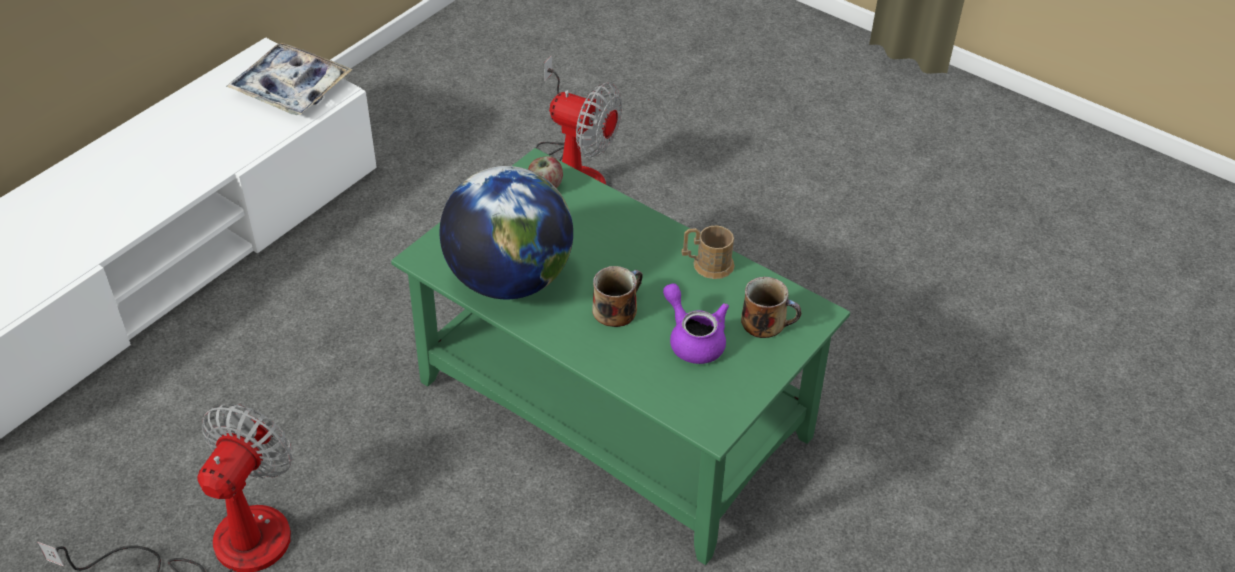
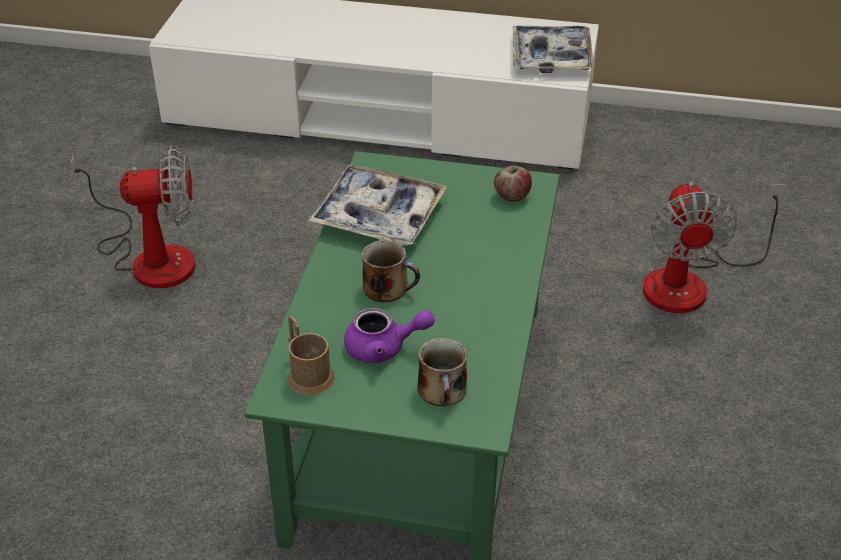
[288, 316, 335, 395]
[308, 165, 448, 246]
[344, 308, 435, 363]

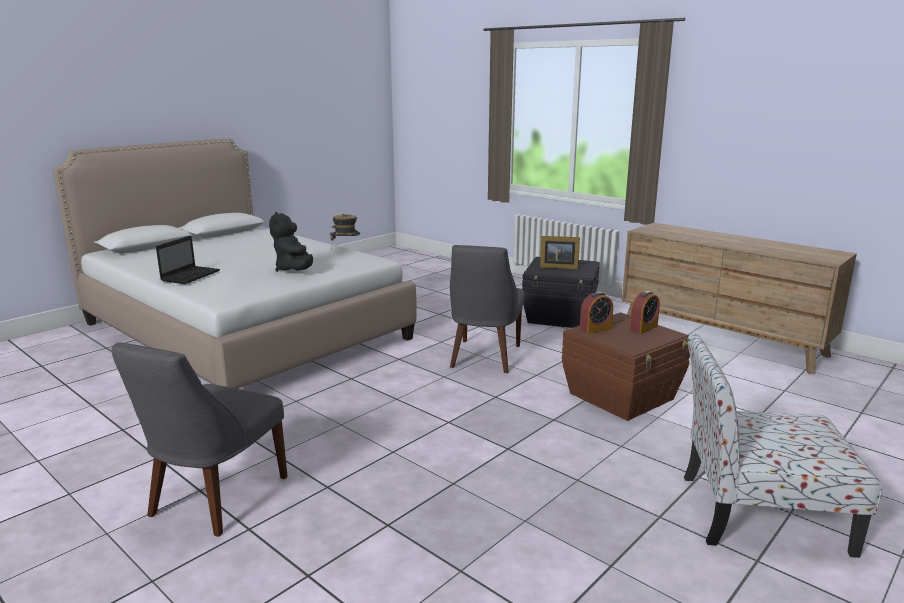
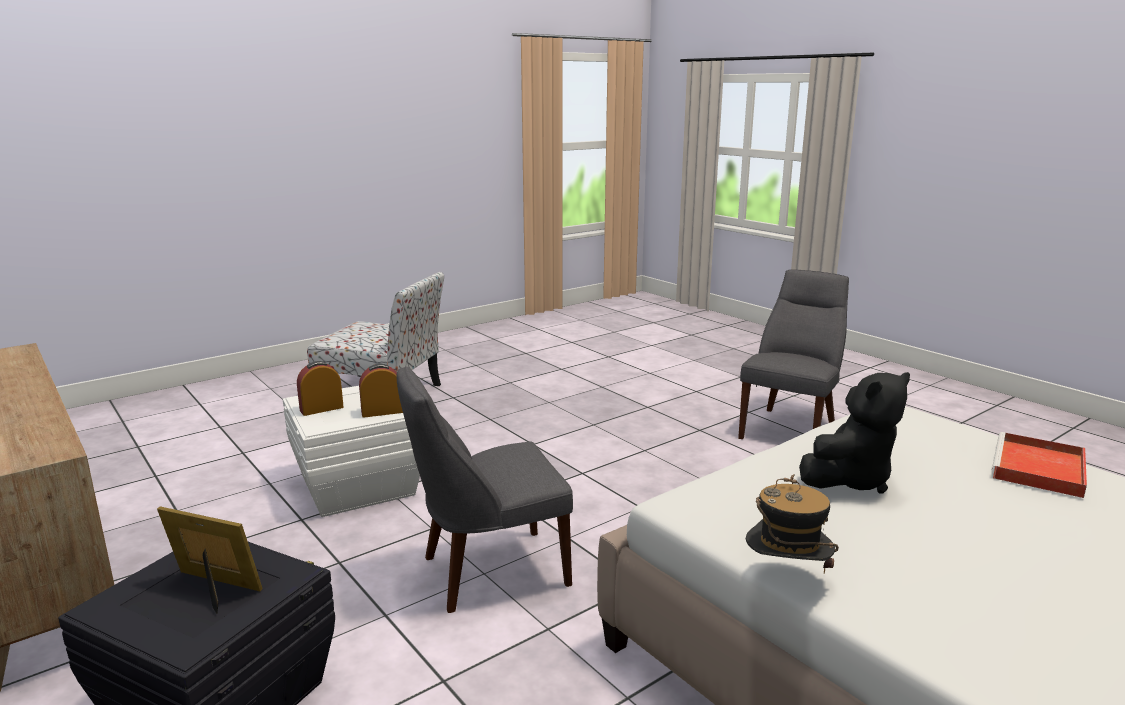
[992, 432, 1087, 498]
[283, 386, 420, 517]
[799, 372, 910, 494]
[397, 366, 573, 613]

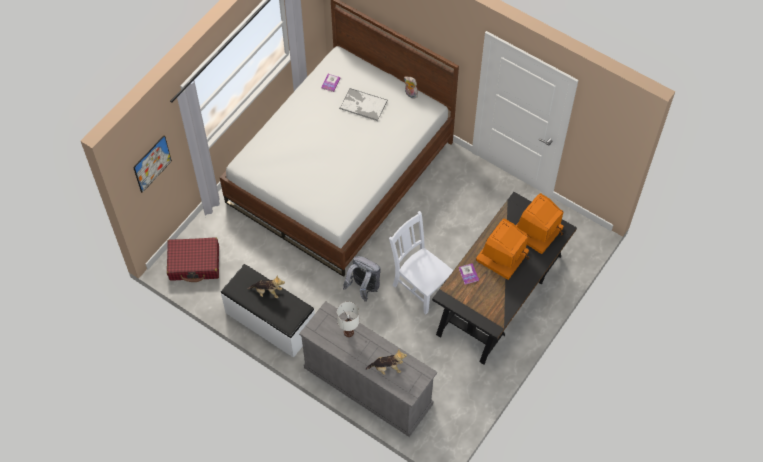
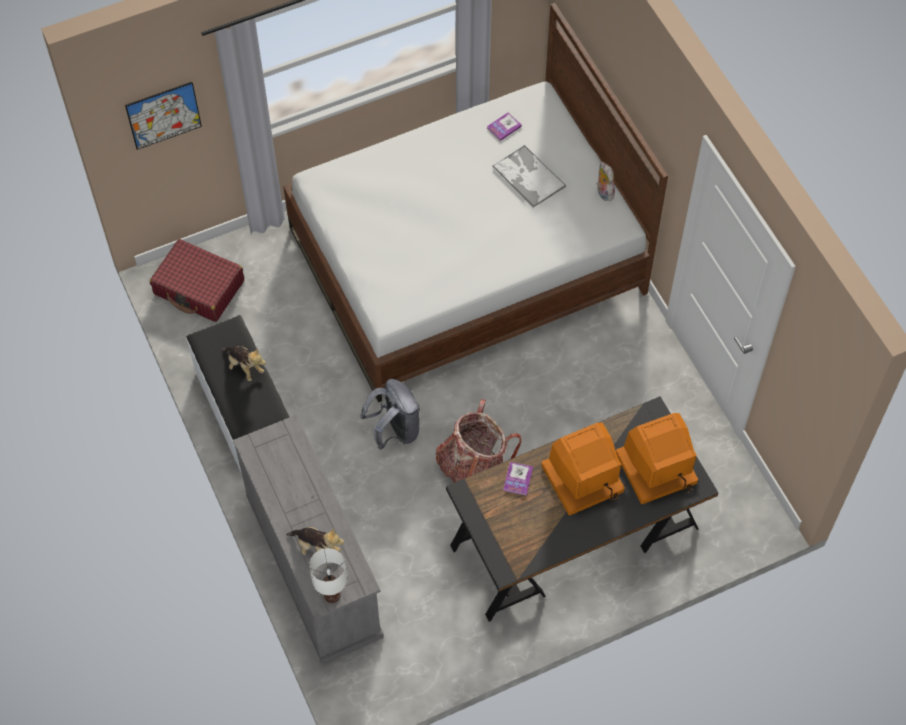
[309, 548, 347, 603]
[435, 399, 522, 483]

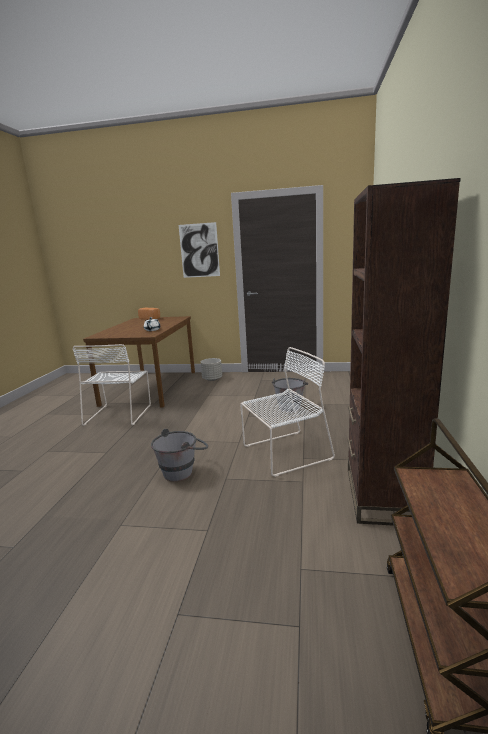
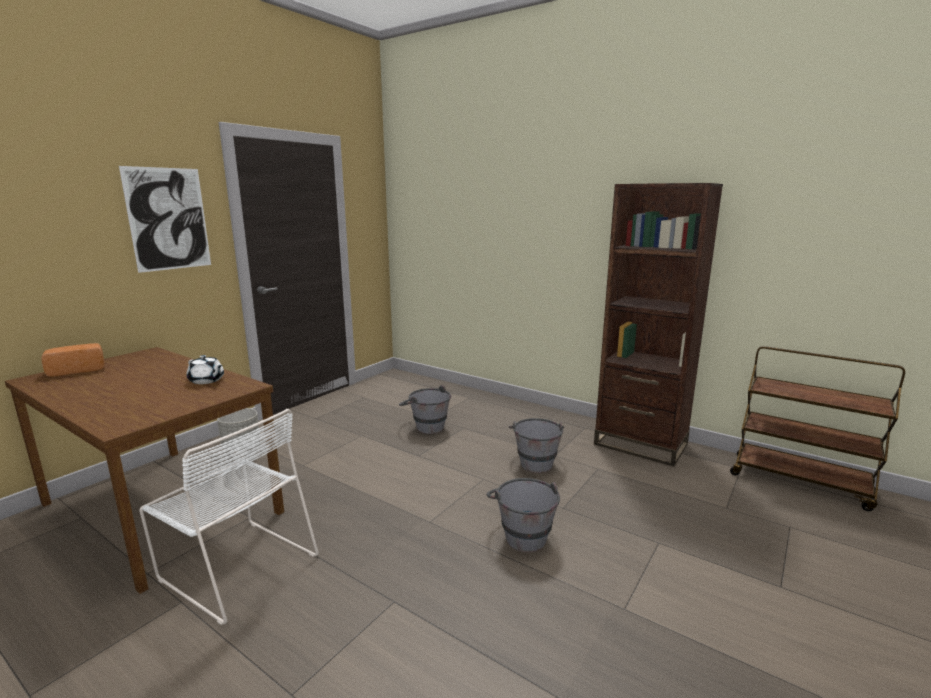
[509, 418, 564, 473]

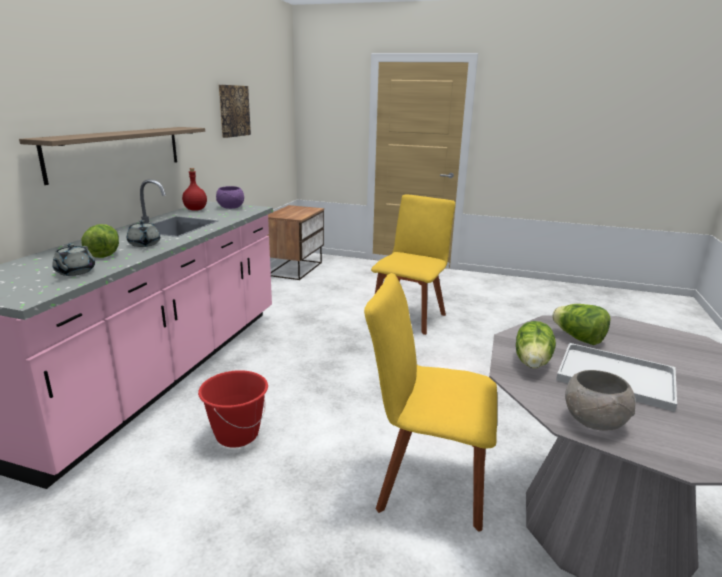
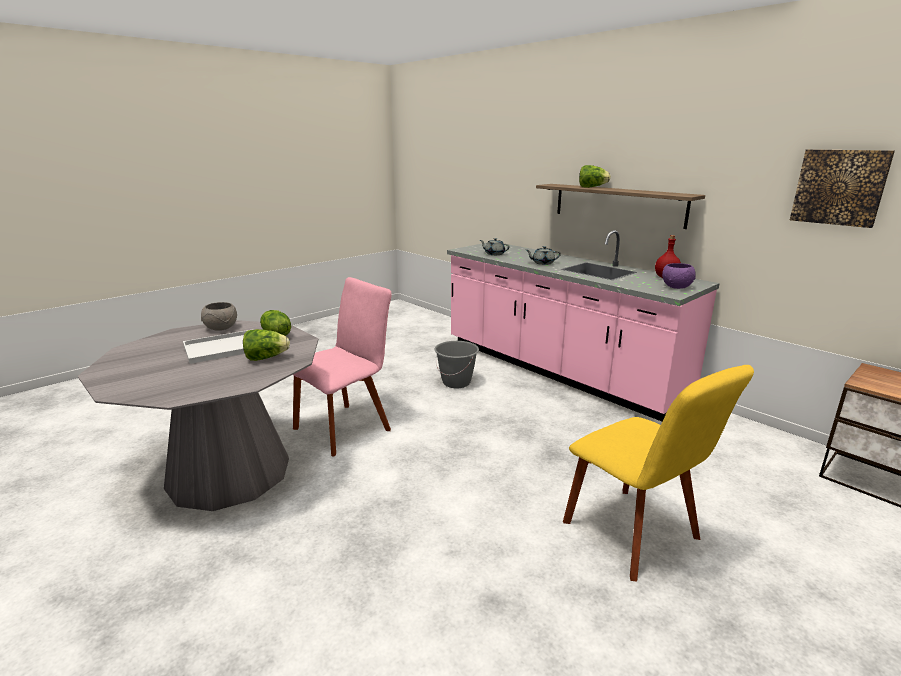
[579, 165, 611, 188]
[434, 341, 479, 388]
[293, 277, 392, 456]

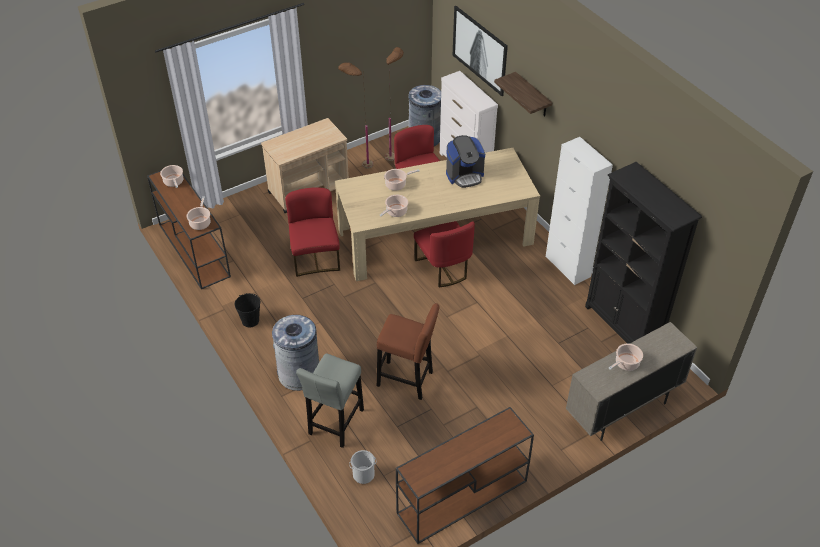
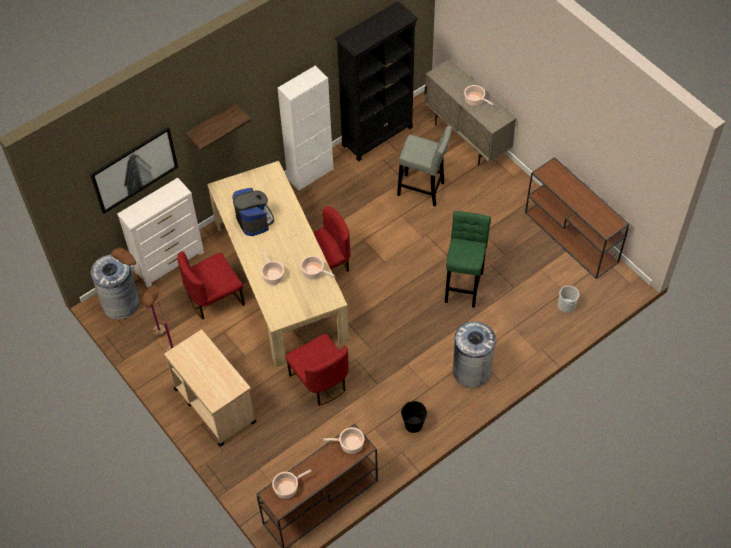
[397, 126, 452, 207]
[445, 211, 491, 308]
[285, 334, 349, 406]

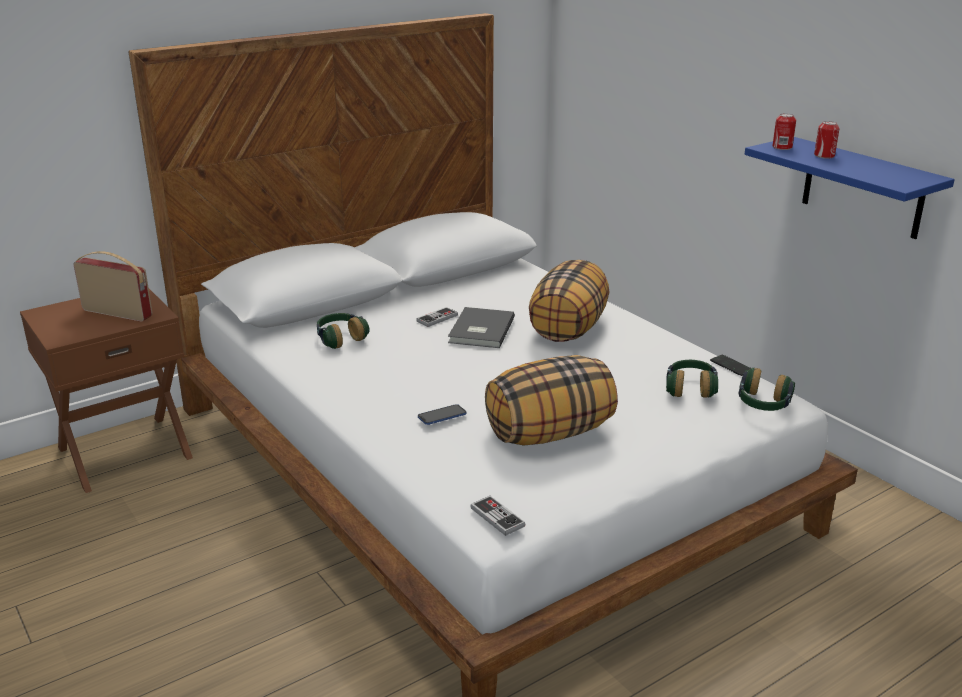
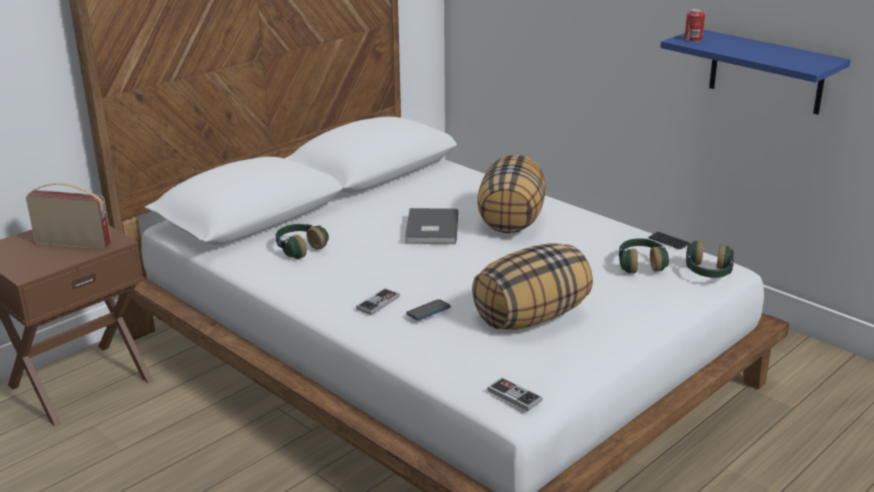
[814, 121, 839, 159] (first image)
[356, 288, 400, 315]

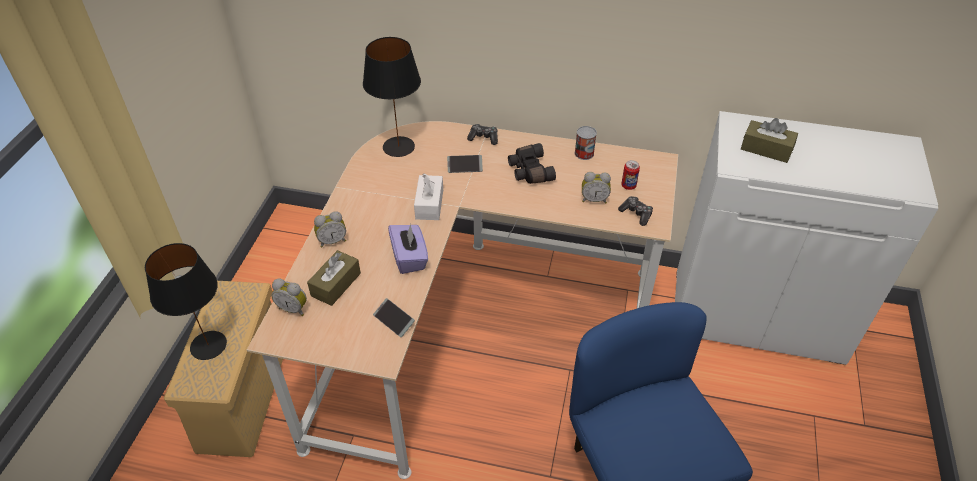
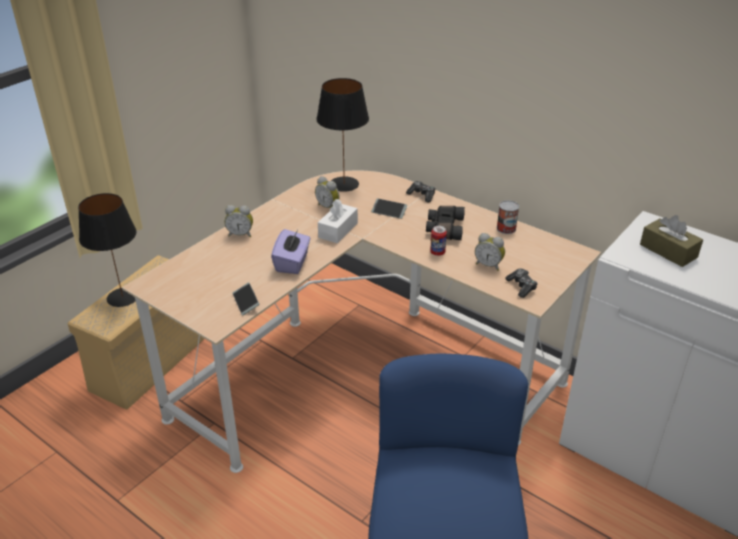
[307, 250, 361, 306] (first image)
[315, 176, 340, 209]
[430, 226, 447, 256]

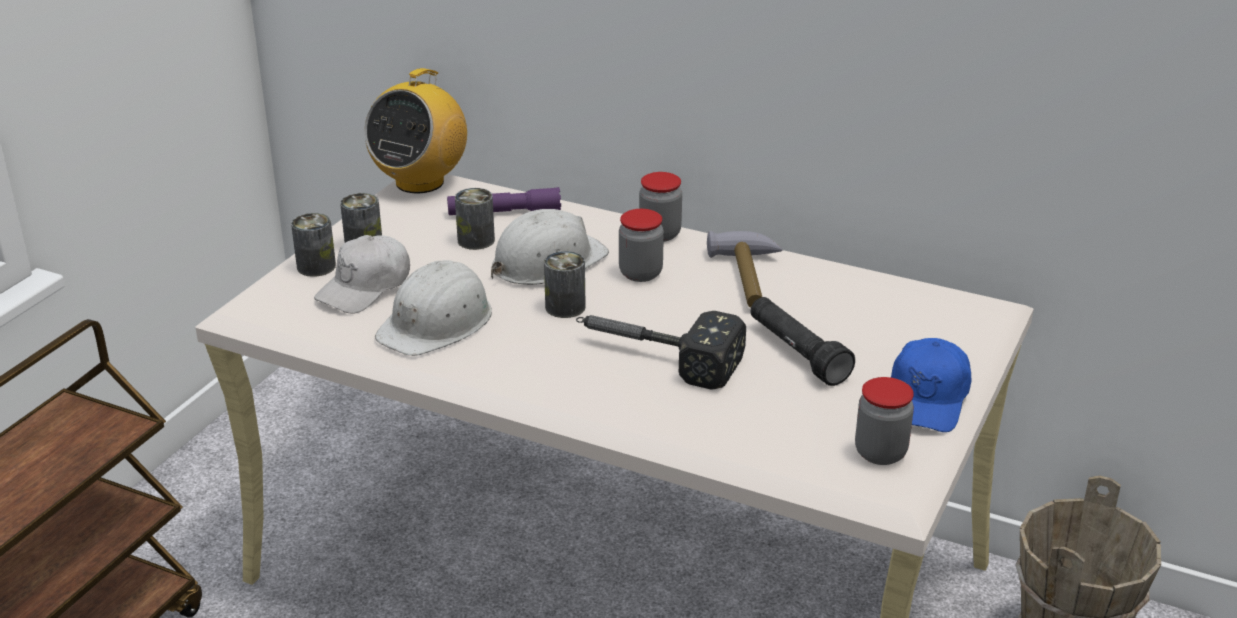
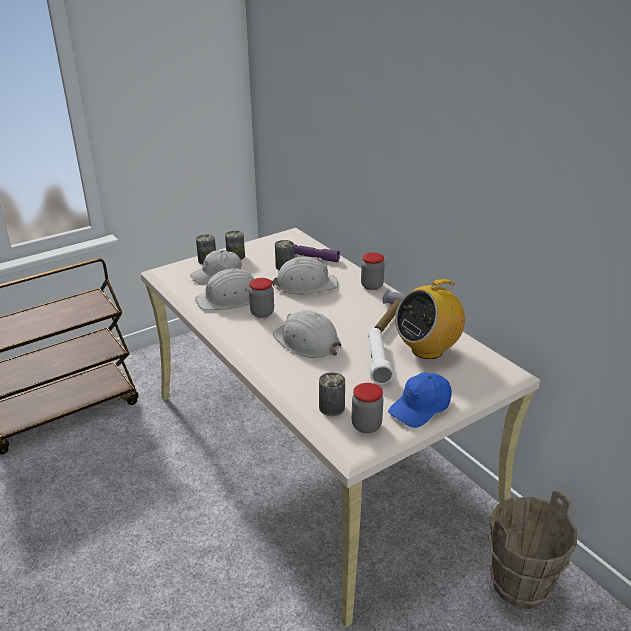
[395, 278, 465, 359]
[319, 372, 345, 416]
[249, 278, 274, 318]
[273, 310, 341, 358]
[368, 328, 394, 384]

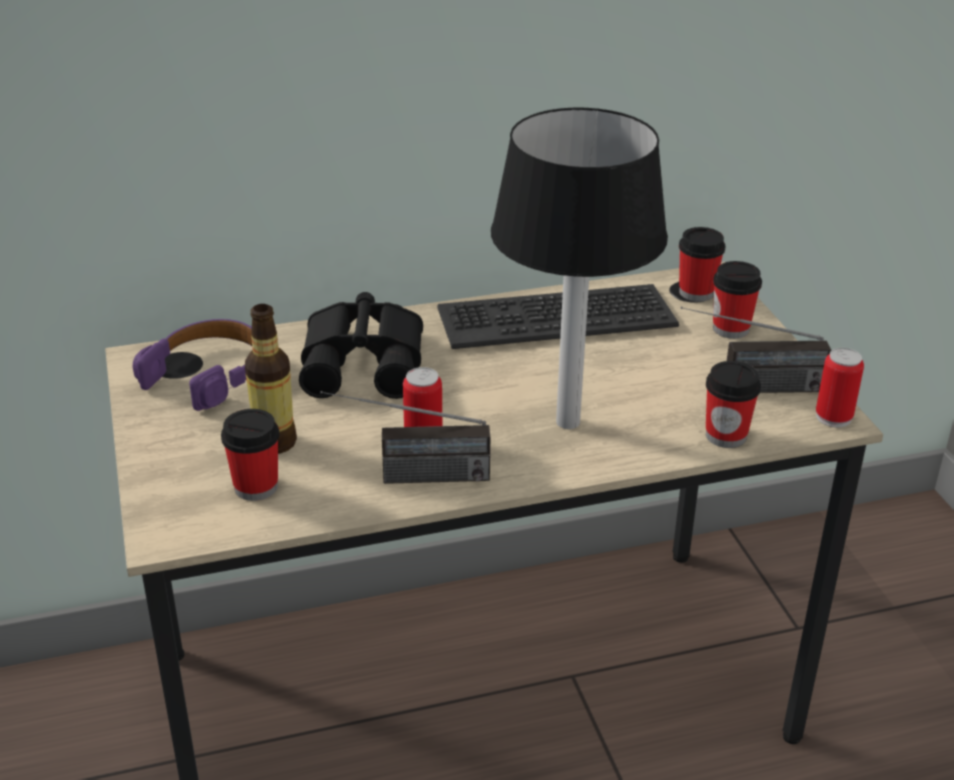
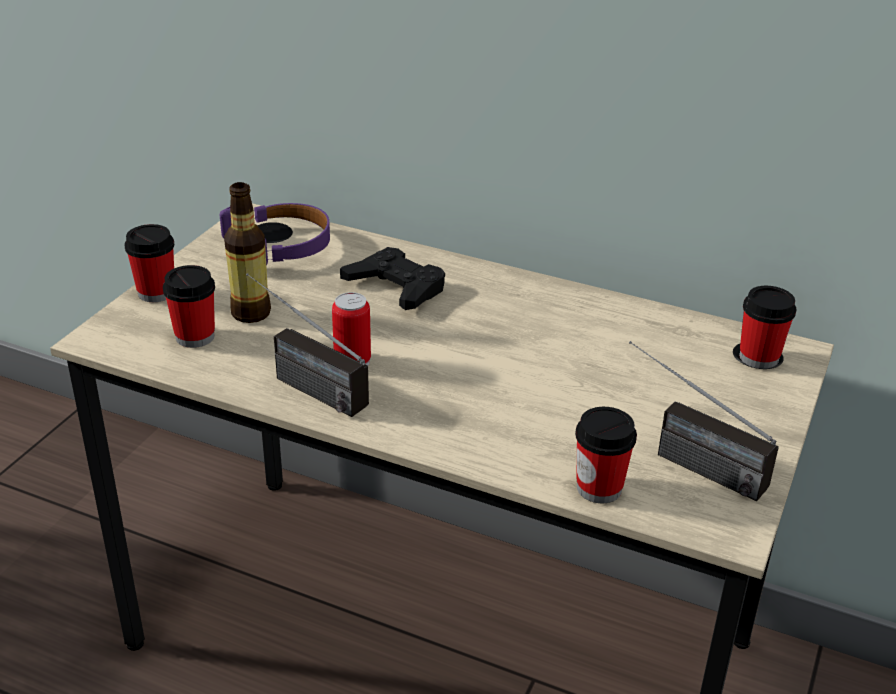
[437, 284, 679, 349] (first image)
[491, 108, 668, 429] (first image)
[816, 348, 864, 428] (first image)
[124, 224, 174, 302]
[340, 247, 445, 310]

